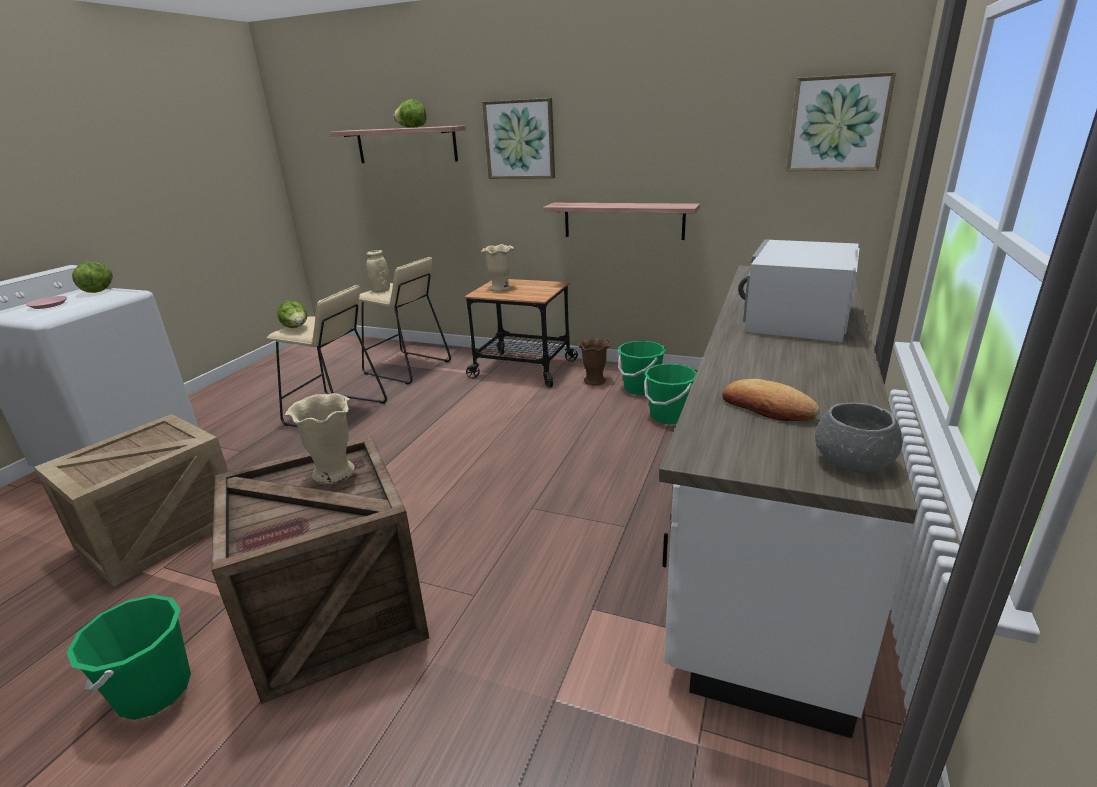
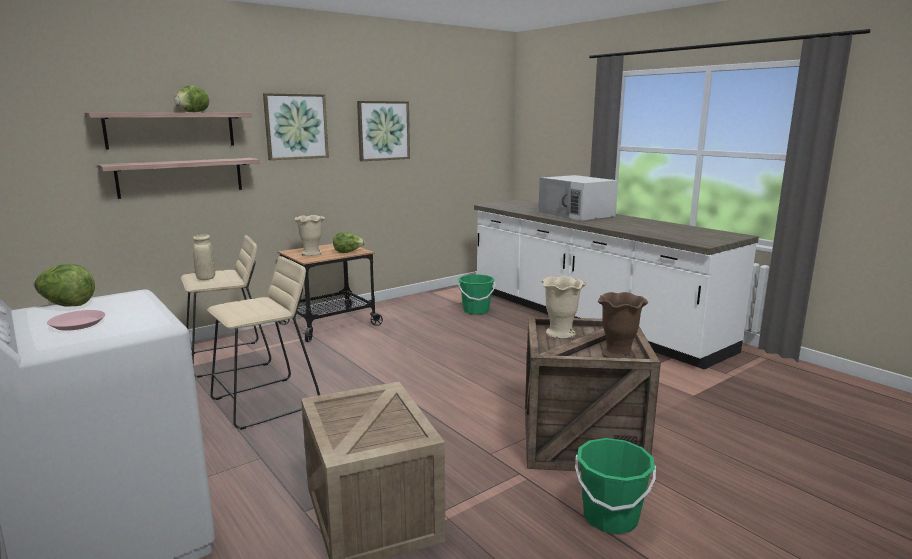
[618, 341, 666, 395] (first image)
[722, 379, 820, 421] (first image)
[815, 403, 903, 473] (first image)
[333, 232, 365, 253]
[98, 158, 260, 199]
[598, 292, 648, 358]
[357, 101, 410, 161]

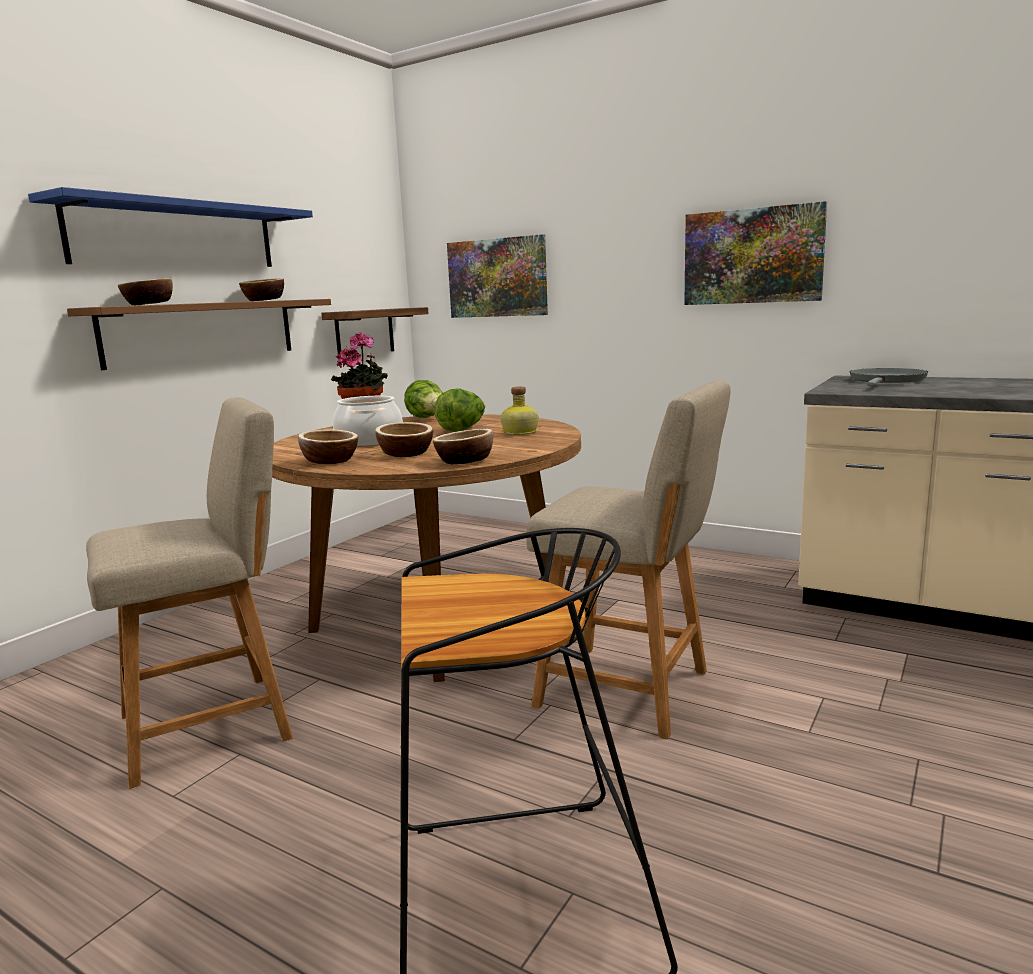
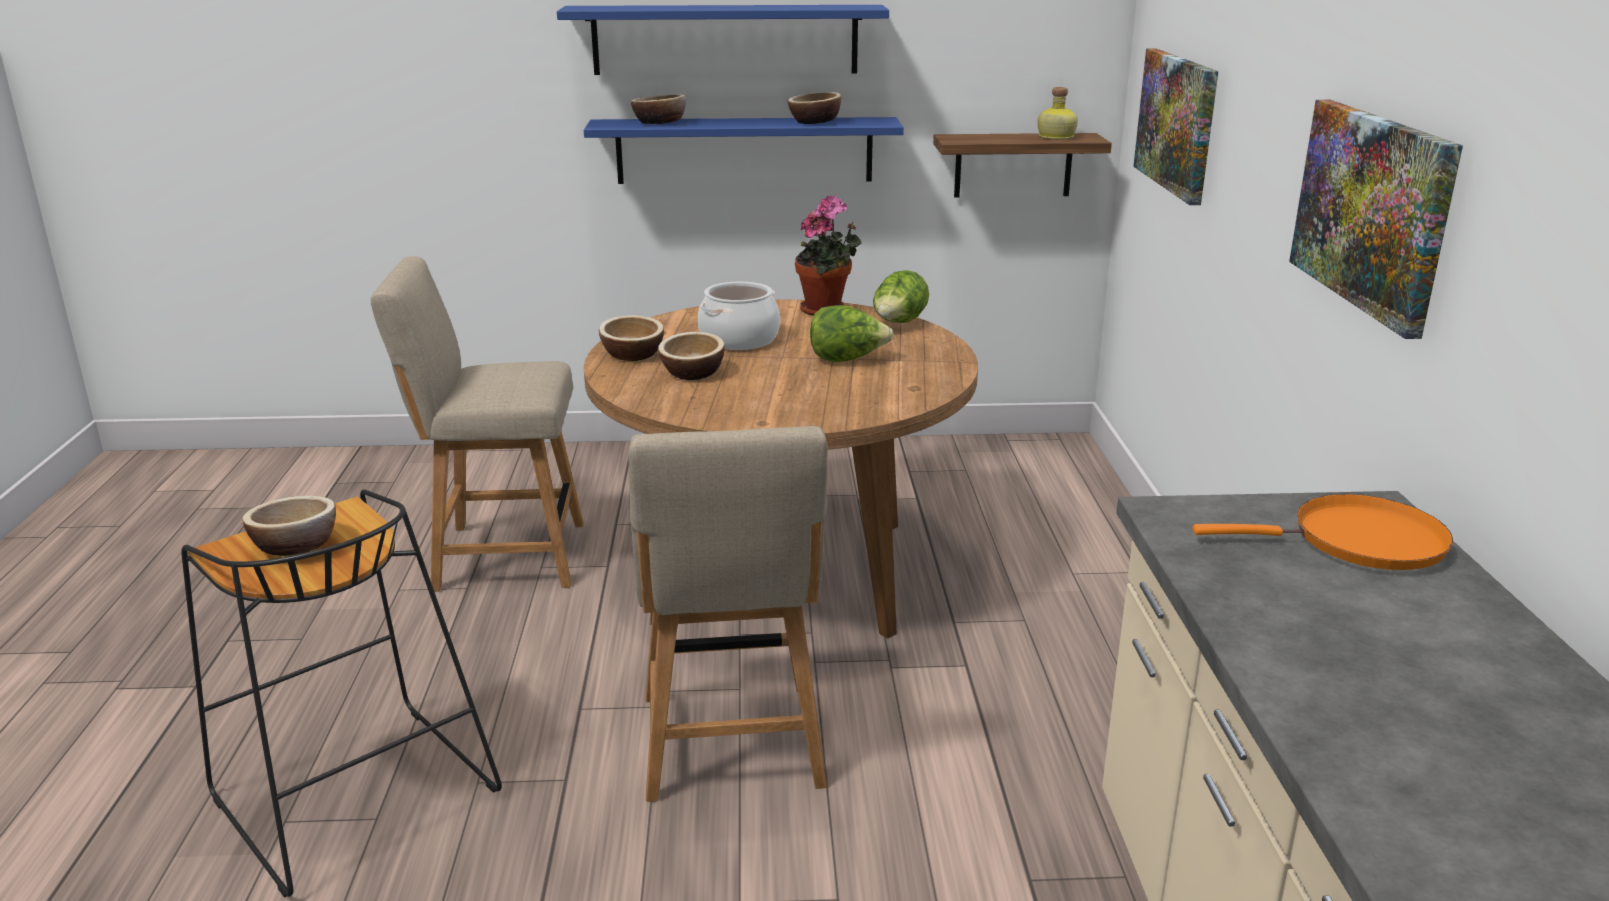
[242, 495, 336, 556]
[1037, 87, 1078, 140]
[584, 117, 904, 184]
[1193, 494, 1453, 570]
[371, 256, 584, 592]

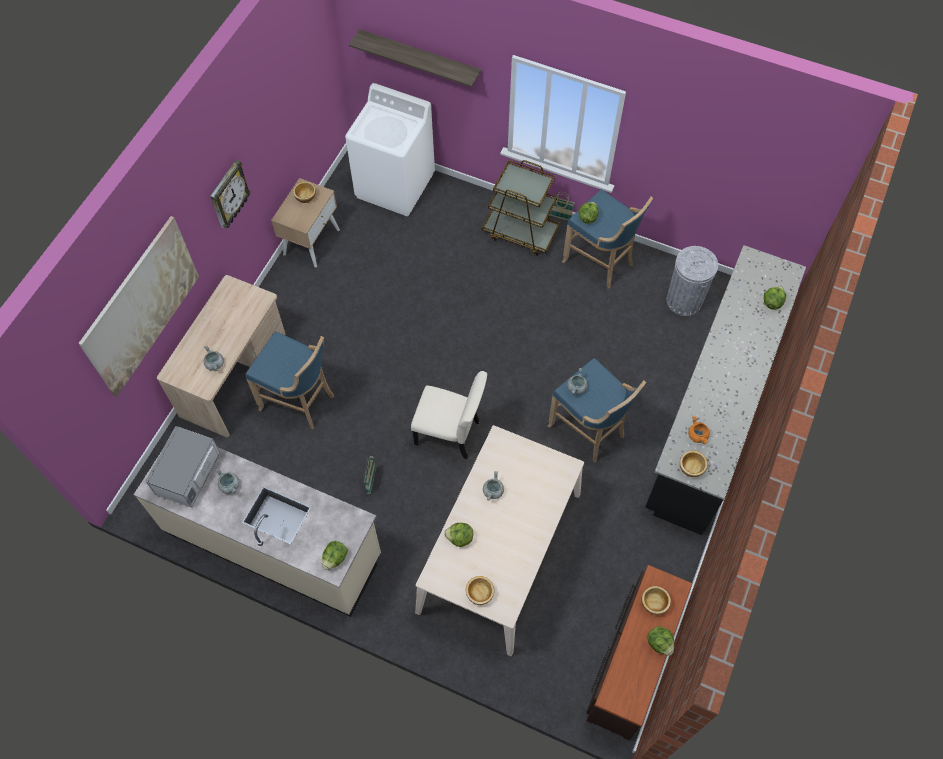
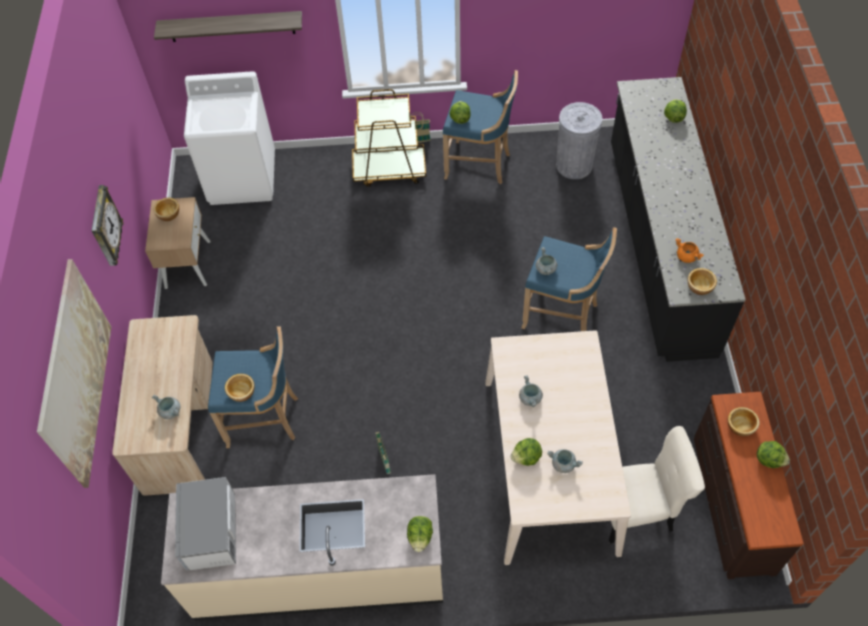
[547, 449, 583, 473]
[609, 426, 705, 544]
[225, 374, 255, 402]

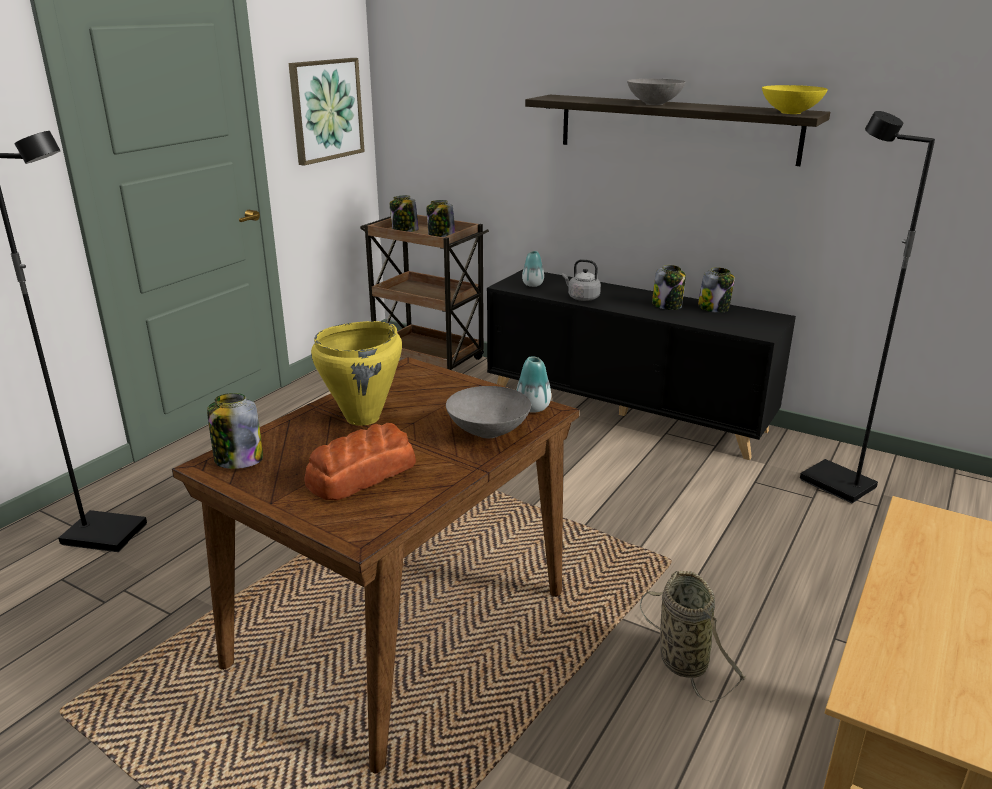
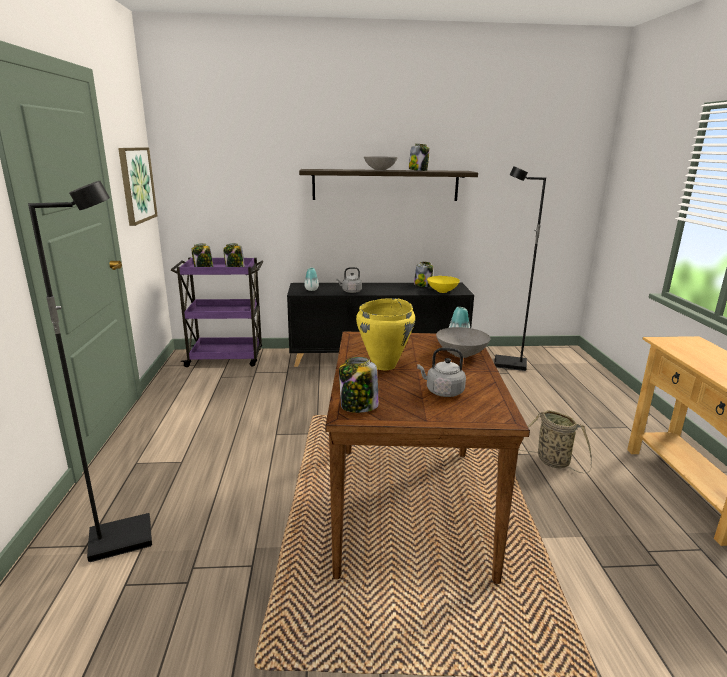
[409, 144, 430, 171]
[427, 276, 460, 293]
[417, 347, 466, 397]
[171, 258, 263, 367]

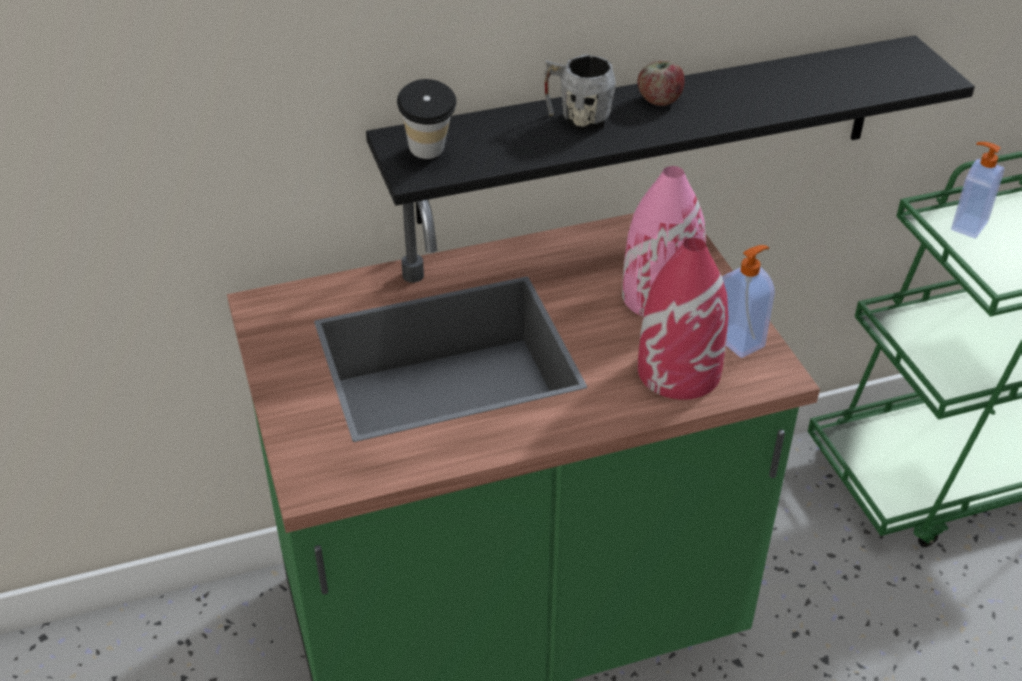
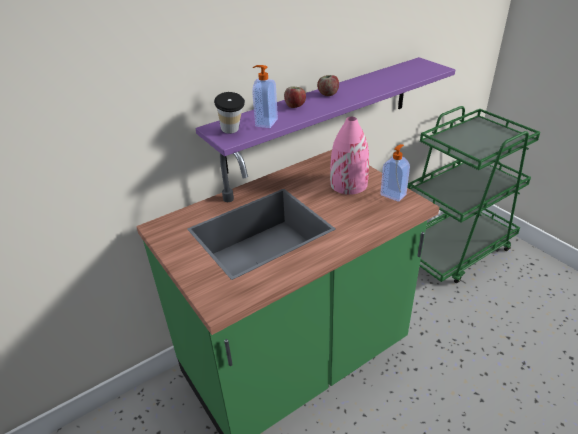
[638, 238, 728, 400] (first image)
[252, 65, 278, 128]
[284, 86, 306, 108]
[195, 57, 455, 174]

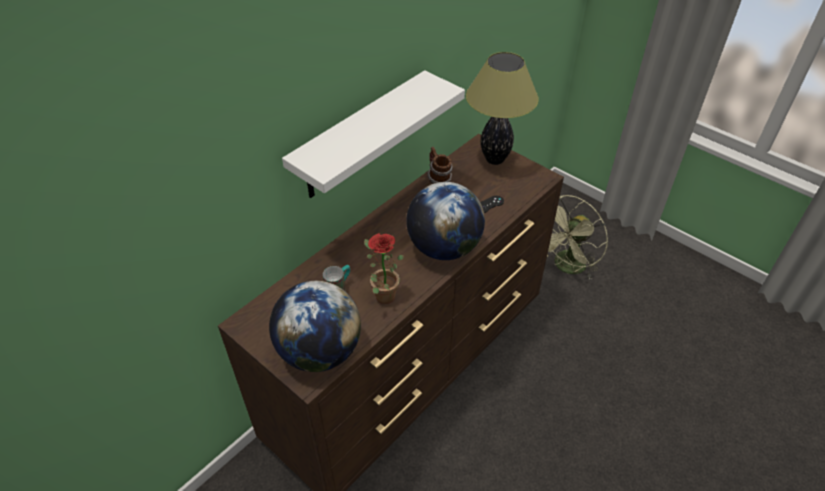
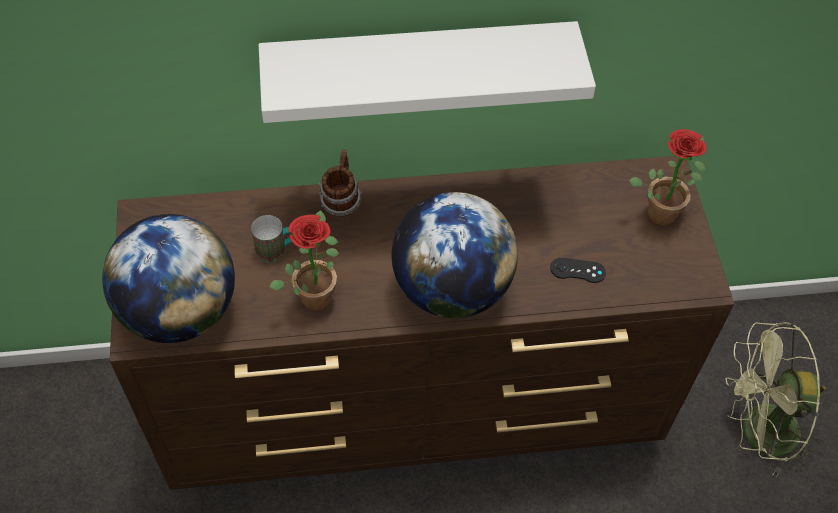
[319, 149, 362, 216]
[629, 129, 707, 226]

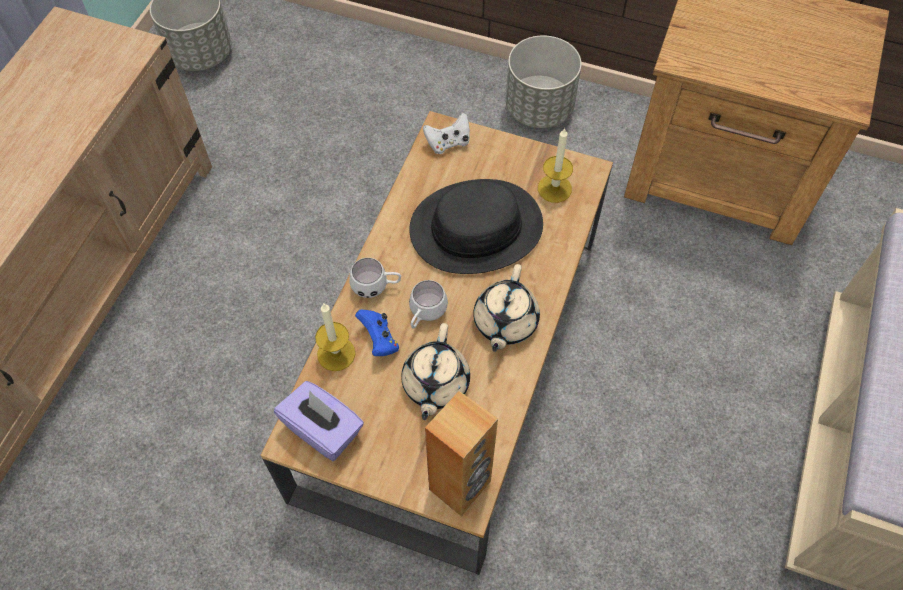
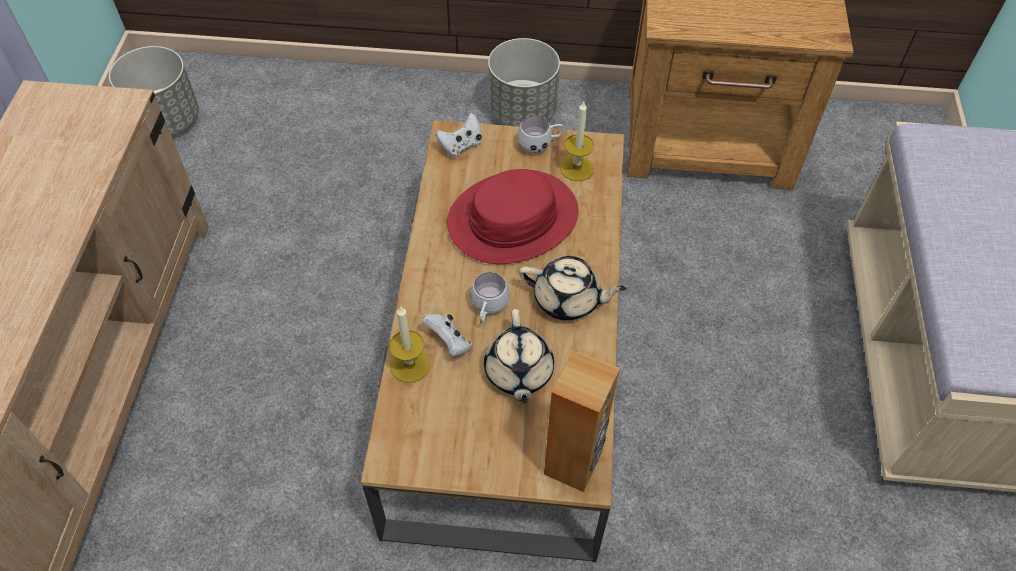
[274, 381, 364, 461] (first image)
[517, 116, 564, 153]
[422, 314, 473, 356]
[447, 169, 579, 264]
[519, 256, 627, 321]

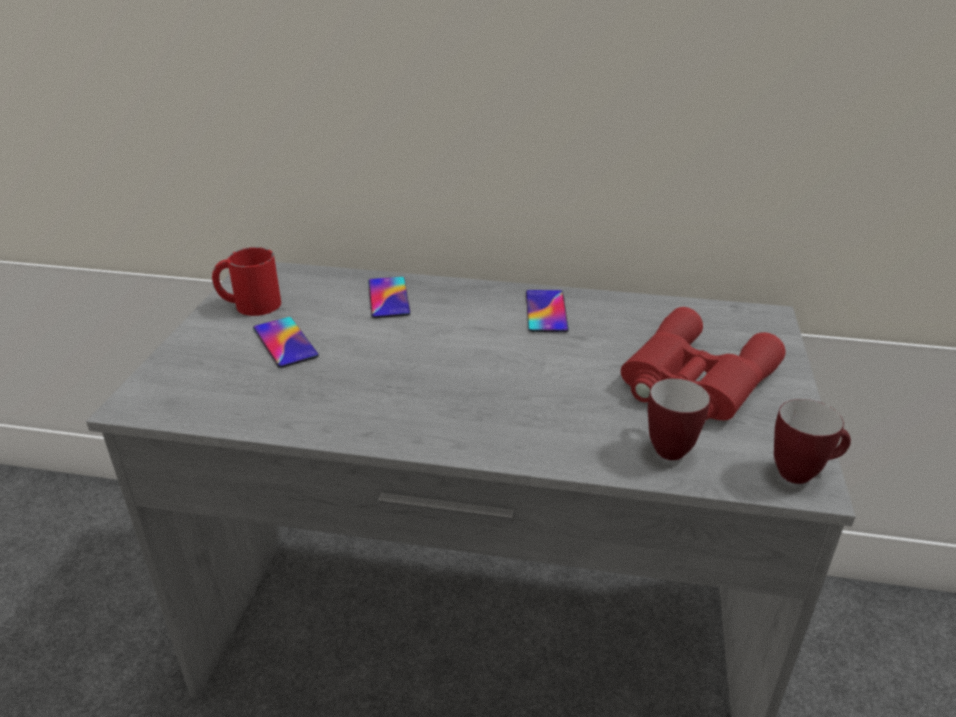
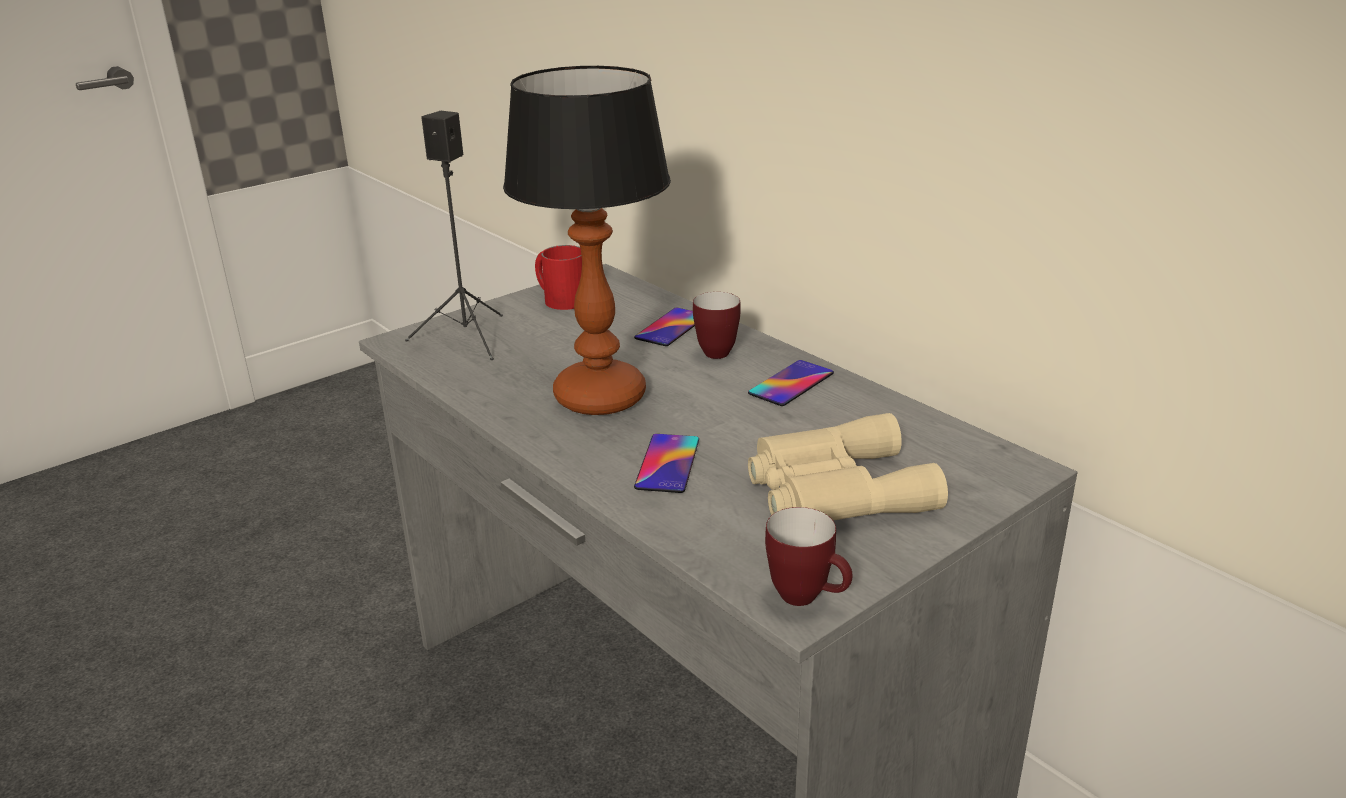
[405, 111, 503, 360]
[503, 66, 671, 415]
[634, 434, 699, 493]
[693, 292, 741, 359]
[748, 413, 948, 520]

